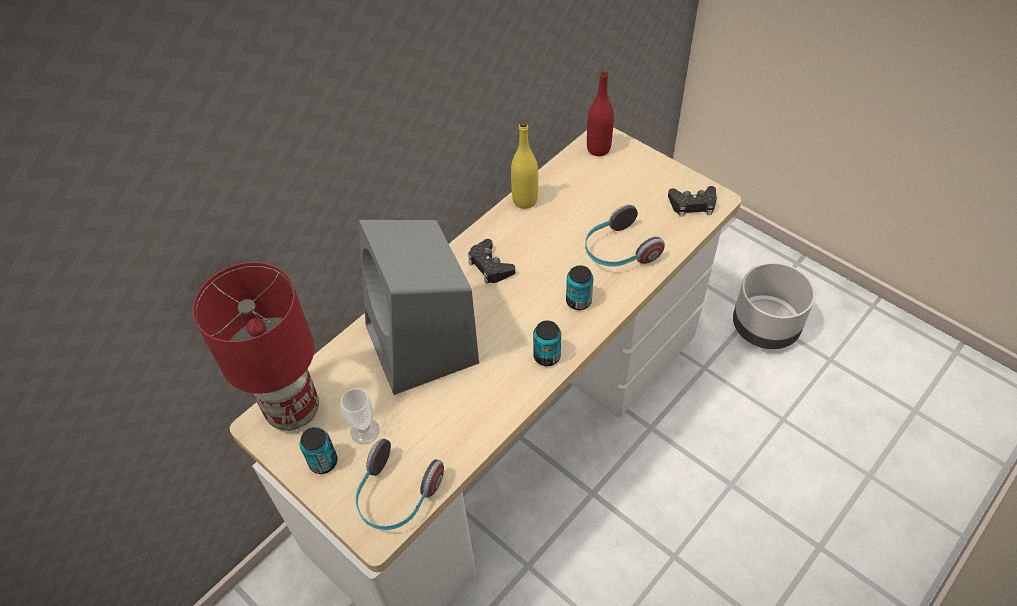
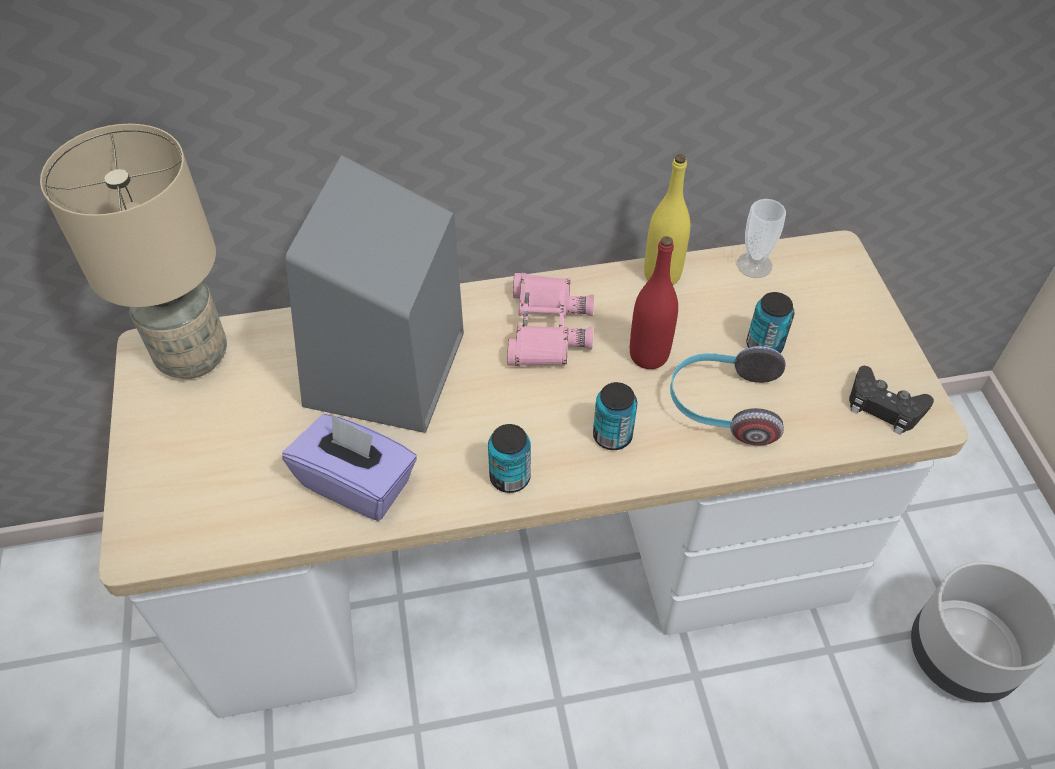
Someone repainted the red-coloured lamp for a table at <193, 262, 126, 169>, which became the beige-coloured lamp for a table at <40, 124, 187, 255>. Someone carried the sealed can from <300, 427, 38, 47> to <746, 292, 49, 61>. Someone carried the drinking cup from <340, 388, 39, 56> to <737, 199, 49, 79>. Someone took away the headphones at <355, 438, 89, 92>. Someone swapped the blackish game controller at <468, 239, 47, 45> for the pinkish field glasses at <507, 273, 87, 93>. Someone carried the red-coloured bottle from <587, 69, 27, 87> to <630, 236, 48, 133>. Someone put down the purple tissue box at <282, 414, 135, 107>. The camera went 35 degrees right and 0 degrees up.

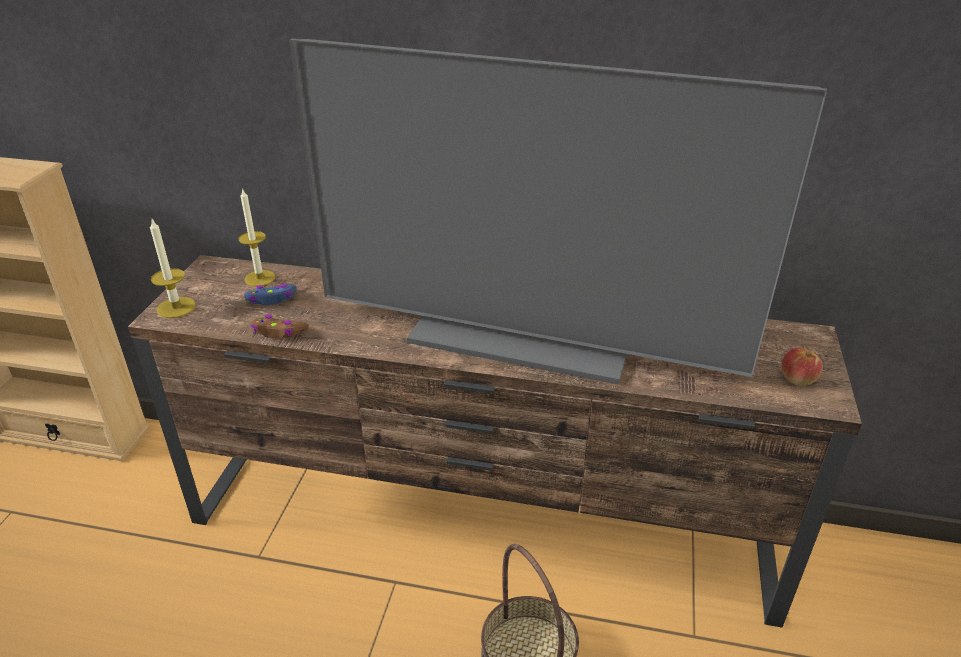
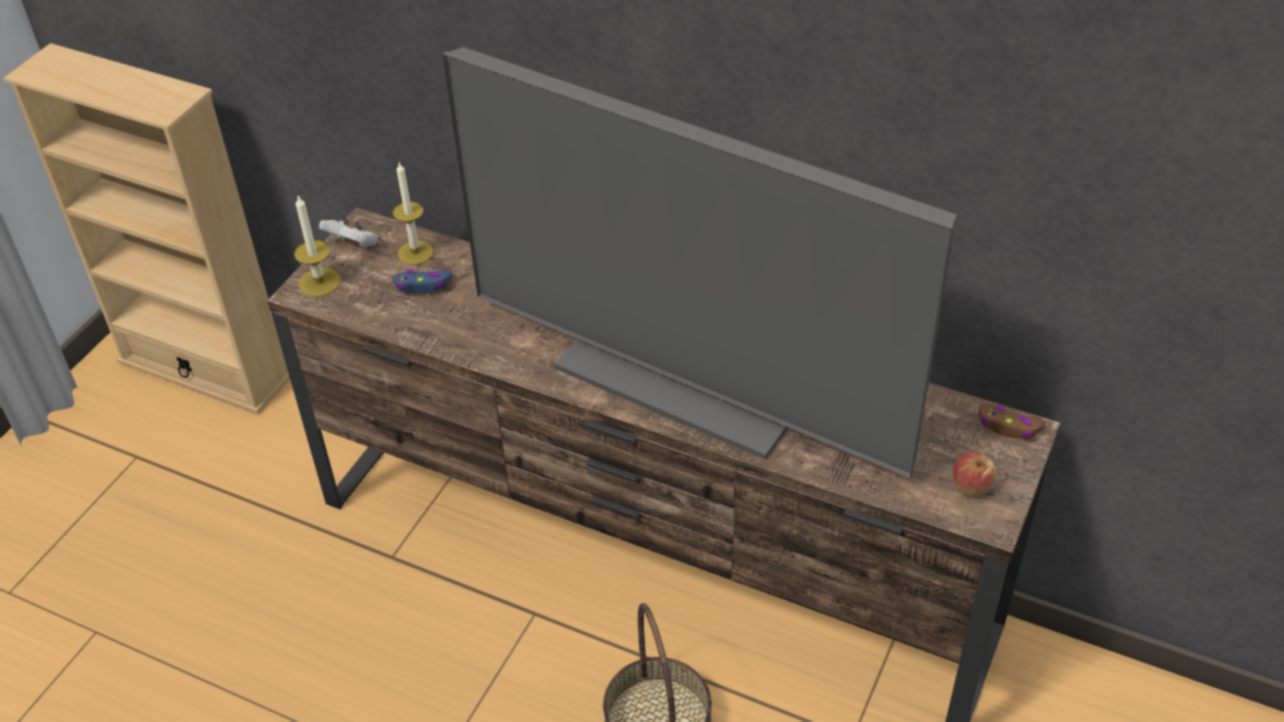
Someone carried the brown-coloured game controller from <251, 315, 58, 24> to <978, 403, 67, 36>. Someone put down the whitish game controller at <319, 218, 59, 31>. The camera went 15 degrees right and 10 degrees up.

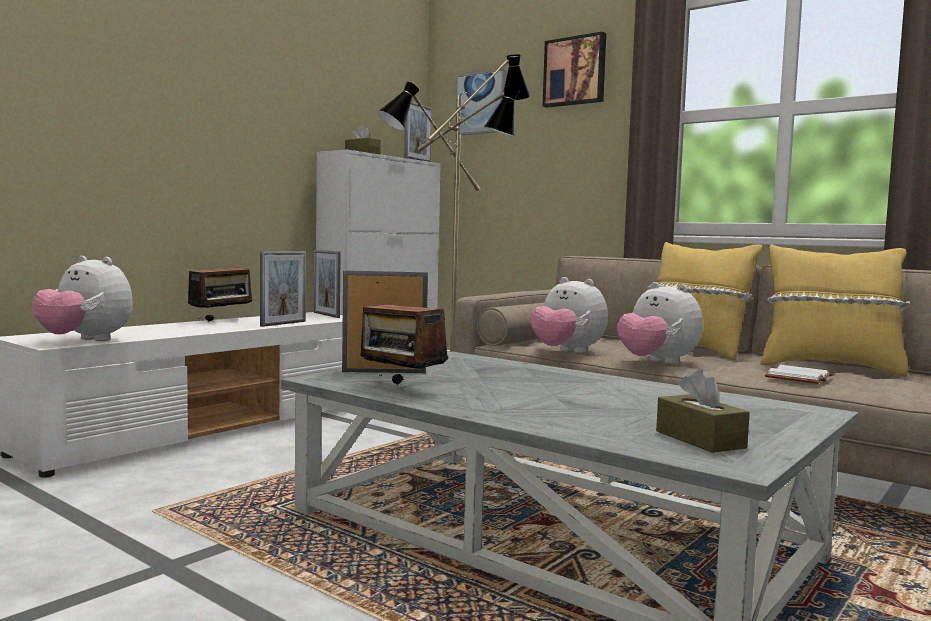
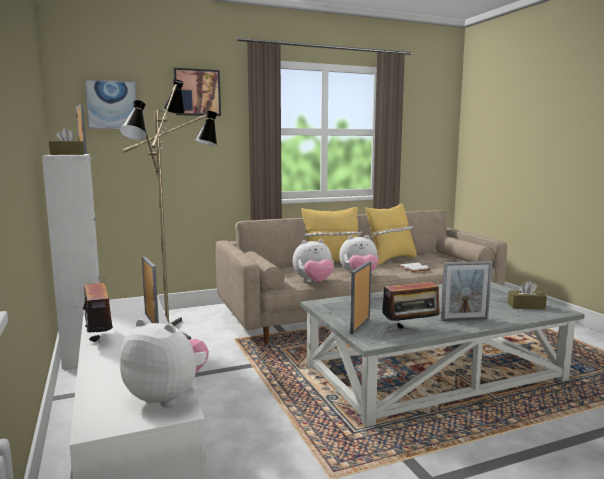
Someone rotated the plush toy at <32, 256, 101, 85> by 120 degrees counterclockwise. Someone carried the picture frame from <314, 250, 27, 68> to <441, 261, 51, 60>. The camera went 60 degrees left and 5 degrees up.

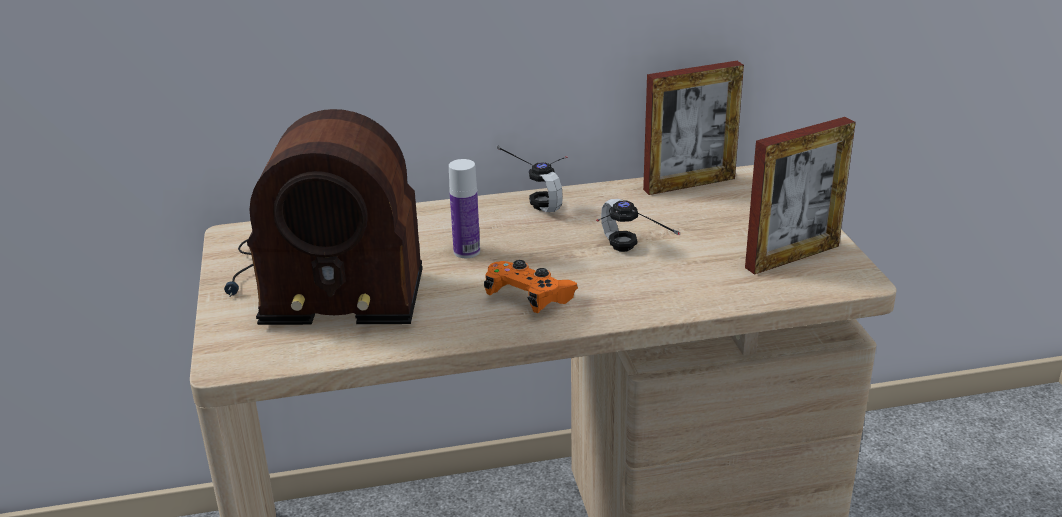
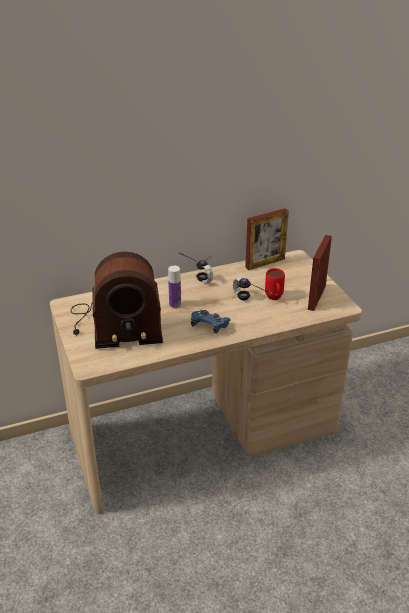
Someone repainted the orange-coloured game controller at <484, 260, 94, 53>, which became the bluish game controller at <191, 310, 40, 24>. Someone rotated the picture frame at <745, 117, 111, 158> by 150 degrees clockwise. Someone put down the red-coloured mug at <265, 268, 20, 32>. The camera went 10 degrees left and 5 degrees up.

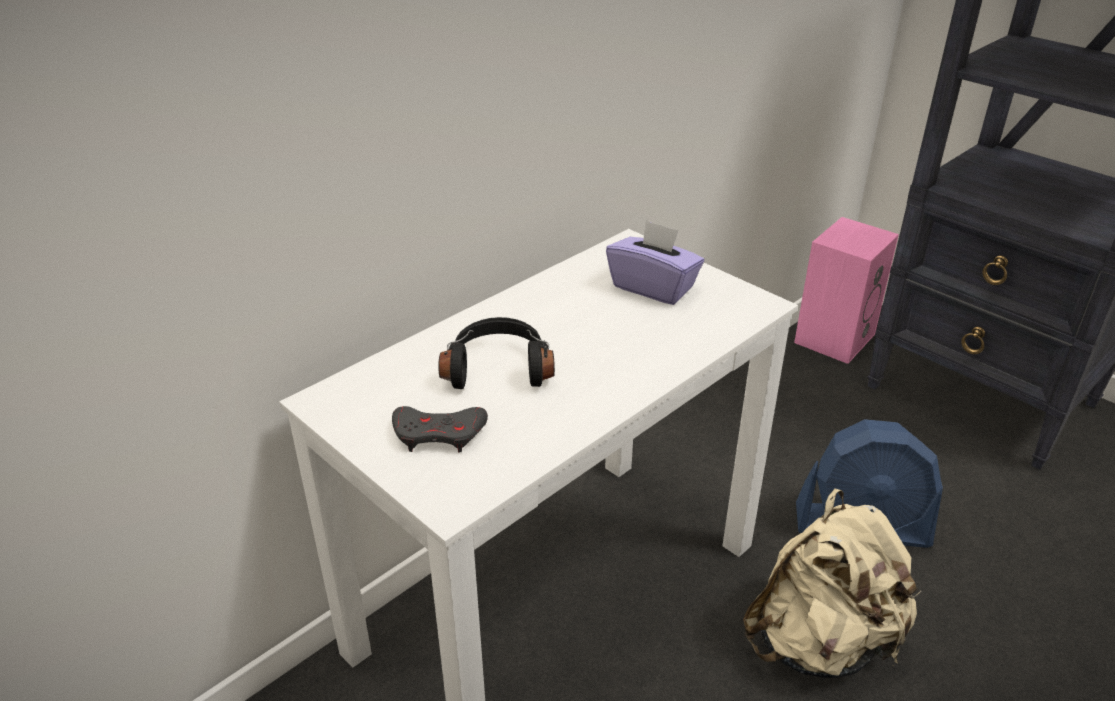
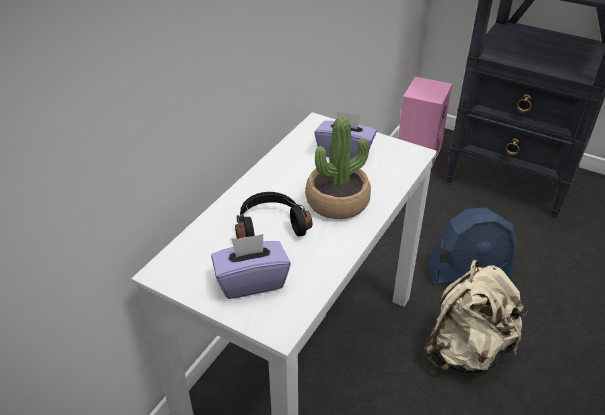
Someone swapped the grey game controller at <392, 406, 96, 47> for the purple tissue box at <211, 234, 80, 65>. Someone put down the houseplant at <305, 116, 66, 103>. The camera went 15 degrees left and 5 degrees up.

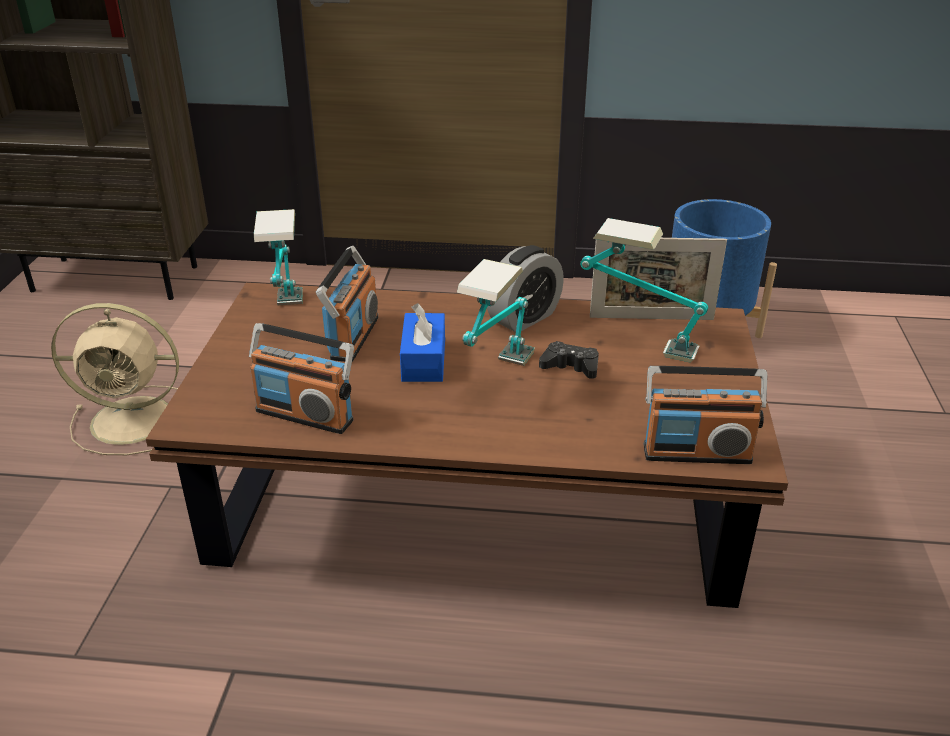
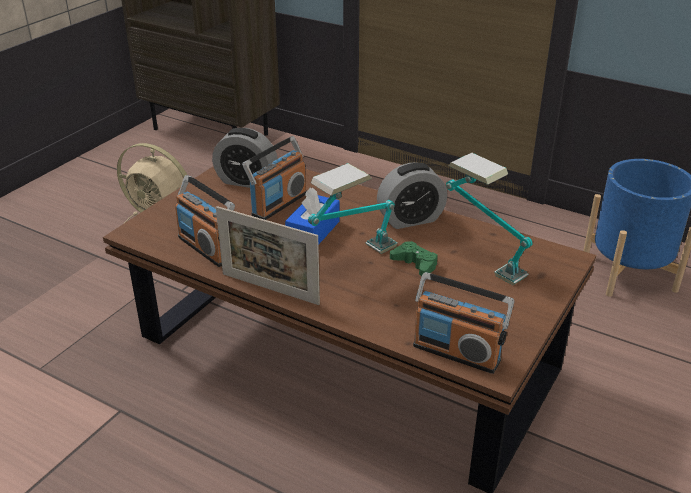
Someone swapped the lamp for a table at <254, 209, 49, 96> for the table clock at <212, 128, 66, 60>. Someone repainted the blackish game controller at <539, 341, 60, 38>, which became the greenish game controller at <390, 241, 48, 35>. Someone carried the picture frame from <590, 238, 137, 82> to <216, 206, 104, 99>. The camera went 25 degrees right and 0 degrees up.

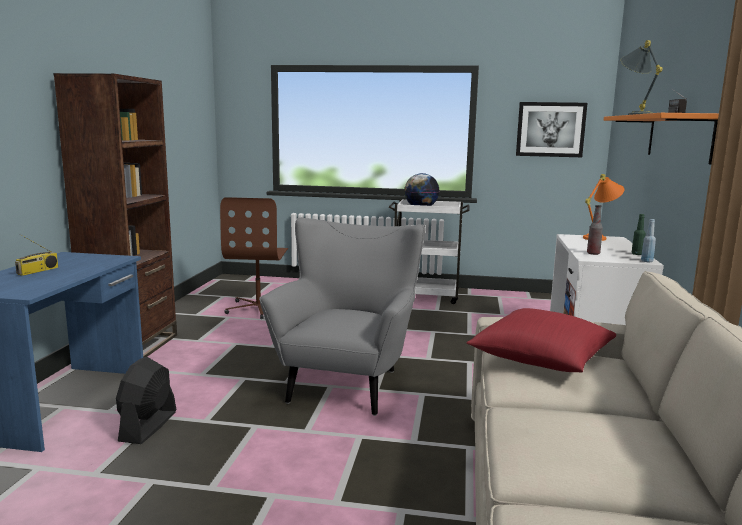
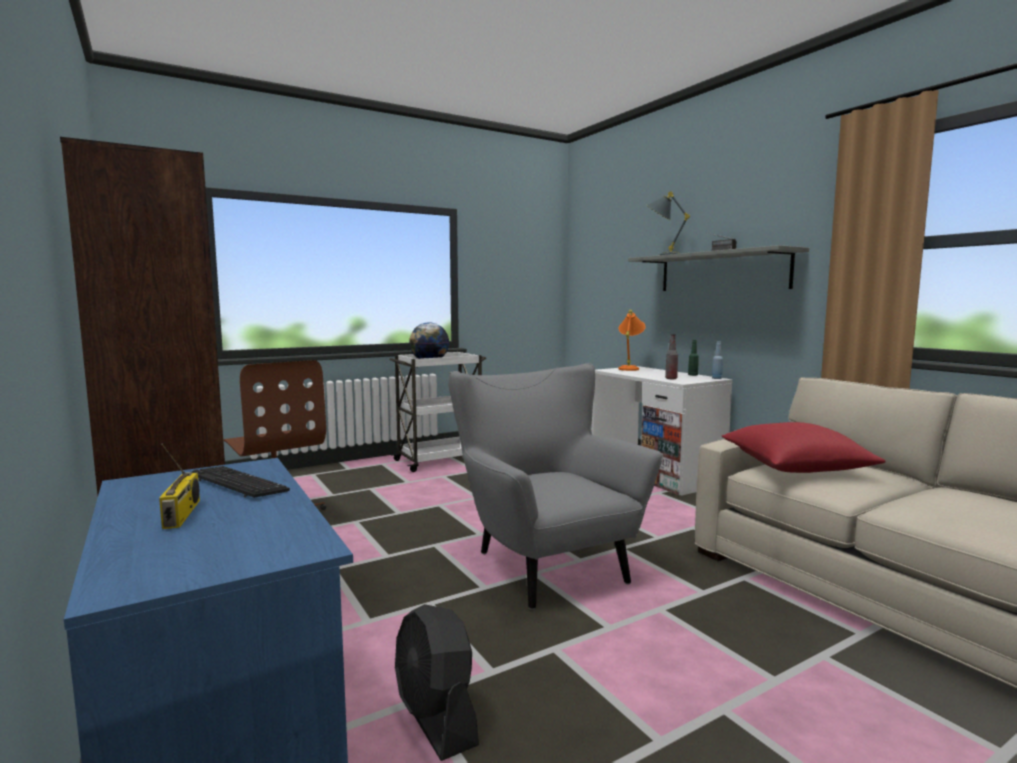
Someone took away the picture at <516, 102, 72, 55>. Someone repainted the orange-coloured wall shelf at <604, 113, 115, 51>, which became the grey wall shelf at <628, 245, 181, 46>. Someone put down the computer keyboard at <192, 466, 98, 32>. The camera went 40 degrees left and 5 degrees down.

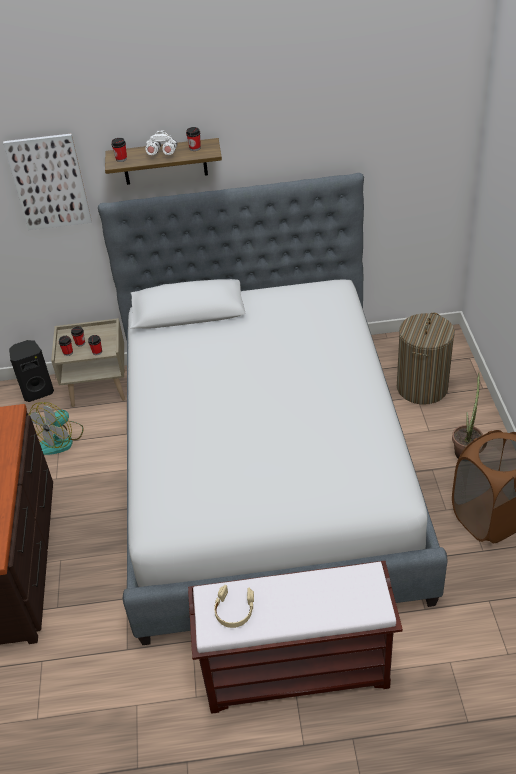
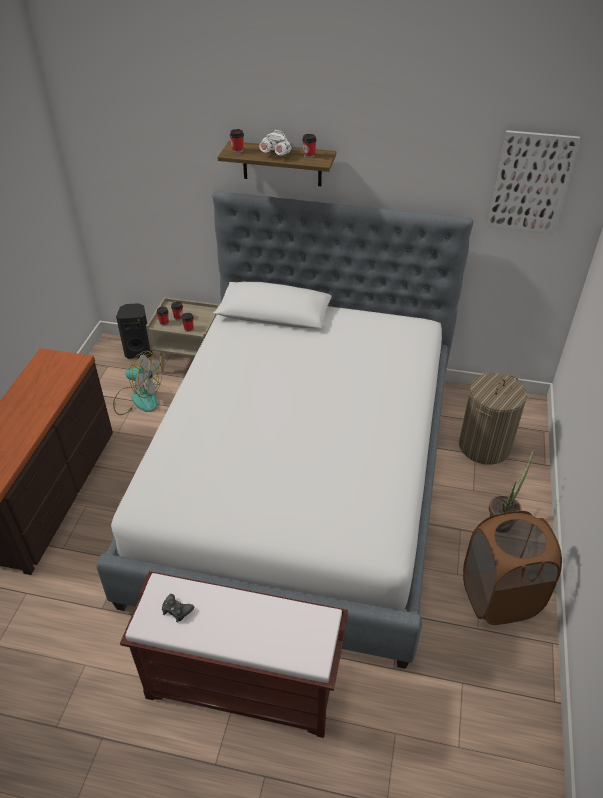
Someone carried the picture from <3, 134, 89, 96> to <487, 130, 93, 104>. Someone rotated the fan at <29, 402, 55, 53> by 120 degrees counterclockwise. Someone swapped the beige-coloured headphones at <214, 585, 40, 43> for the blackish game controller at <162, 594, 32, 29>. The camera went 15 degrees right and 0 degrees up.

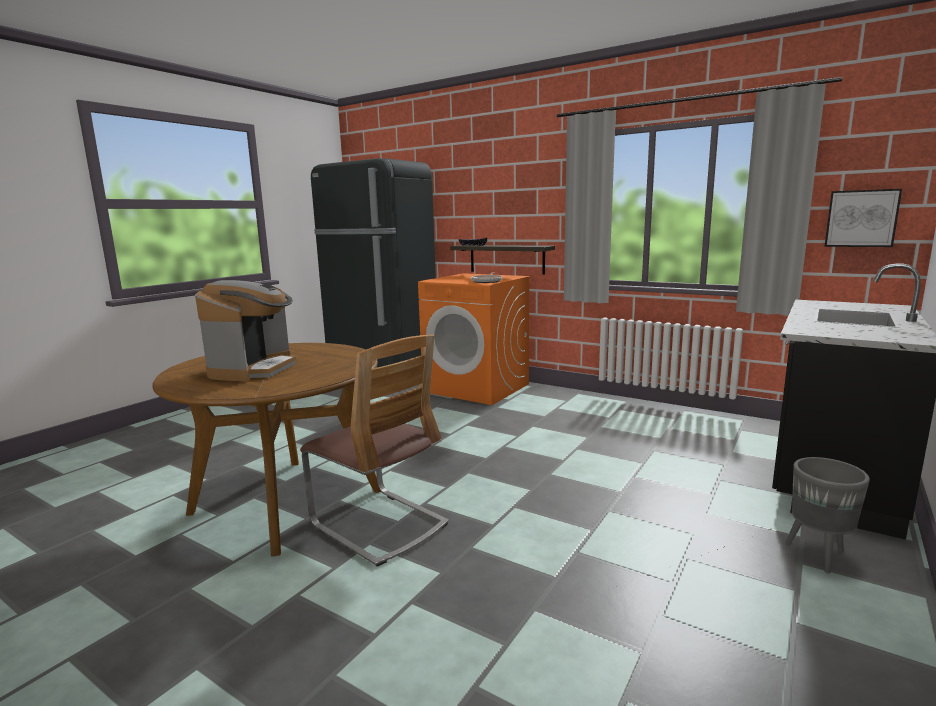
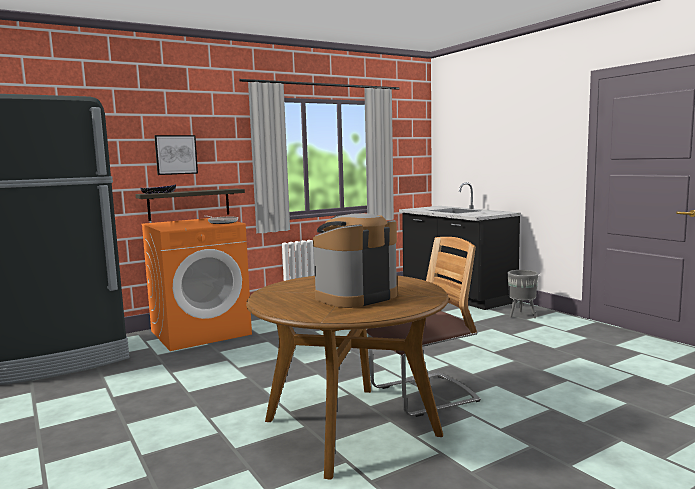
Someone rotated the coffee machine at <195, 280, 101, 101> by 75 degrees counterclockwise. Someone carried the picture from <824, 189, 78, 58> to <154, 135, 44, 40>. The camera went 65 degrees left and 5 degrees down.

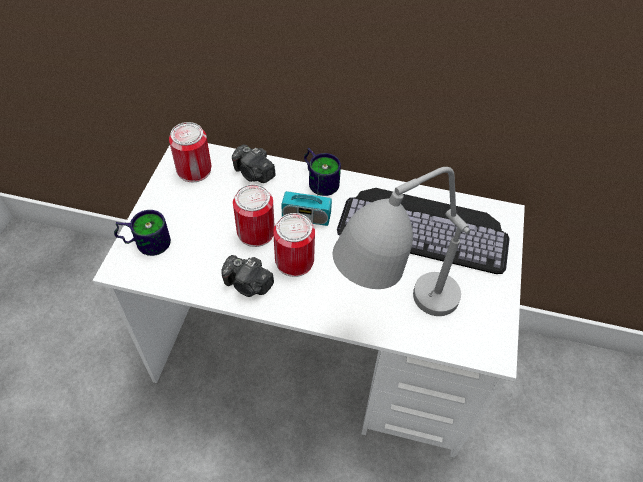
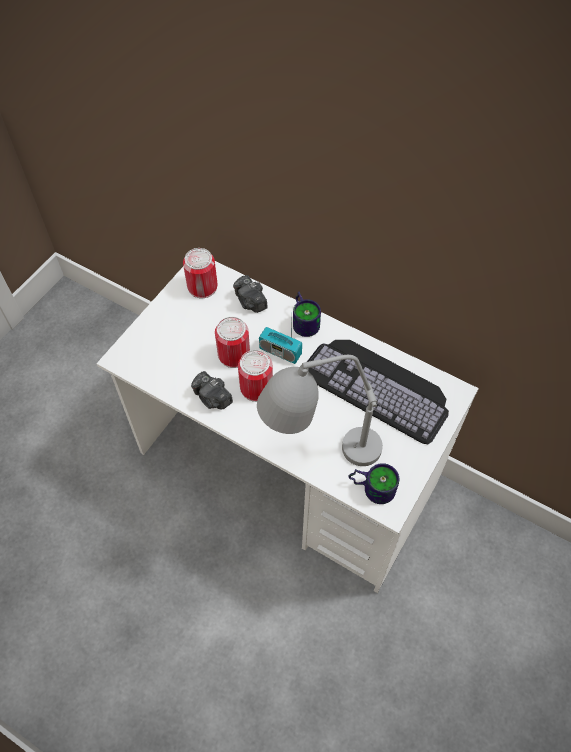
Someone carried the mug from <114, 210, 57, 46> to <348, 463, 51, 41>. The camera went 20 degrees right and 5 degrees up.

